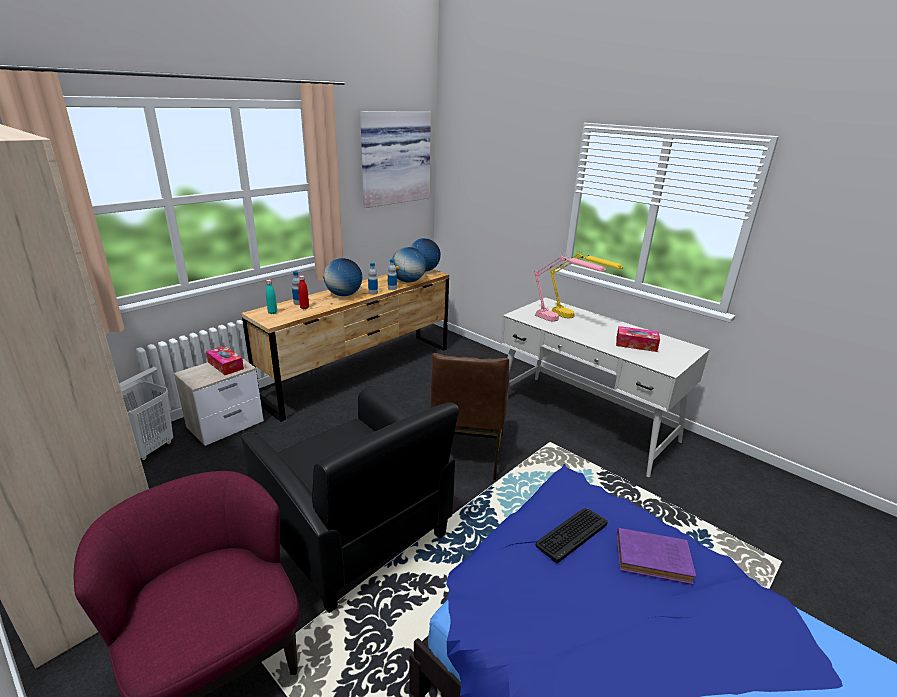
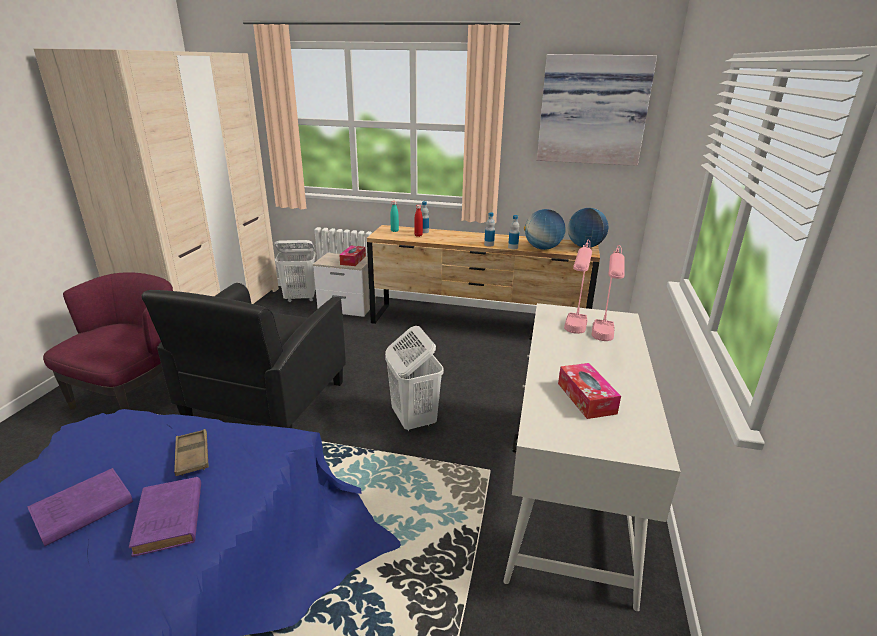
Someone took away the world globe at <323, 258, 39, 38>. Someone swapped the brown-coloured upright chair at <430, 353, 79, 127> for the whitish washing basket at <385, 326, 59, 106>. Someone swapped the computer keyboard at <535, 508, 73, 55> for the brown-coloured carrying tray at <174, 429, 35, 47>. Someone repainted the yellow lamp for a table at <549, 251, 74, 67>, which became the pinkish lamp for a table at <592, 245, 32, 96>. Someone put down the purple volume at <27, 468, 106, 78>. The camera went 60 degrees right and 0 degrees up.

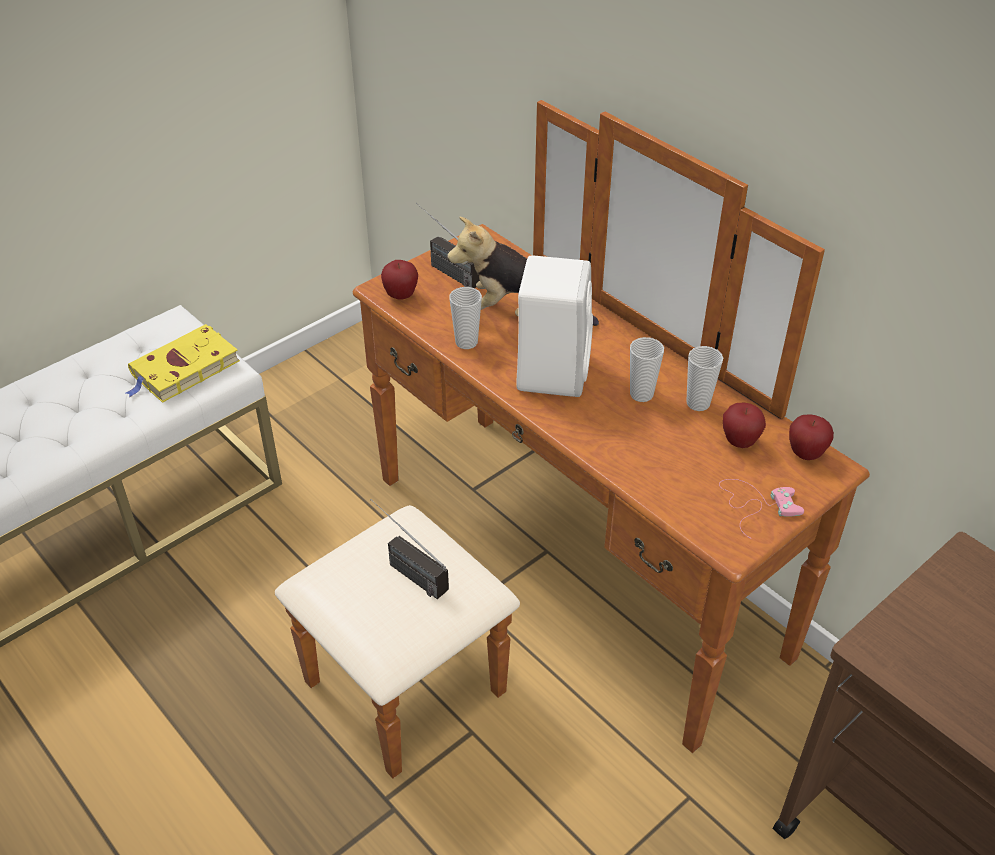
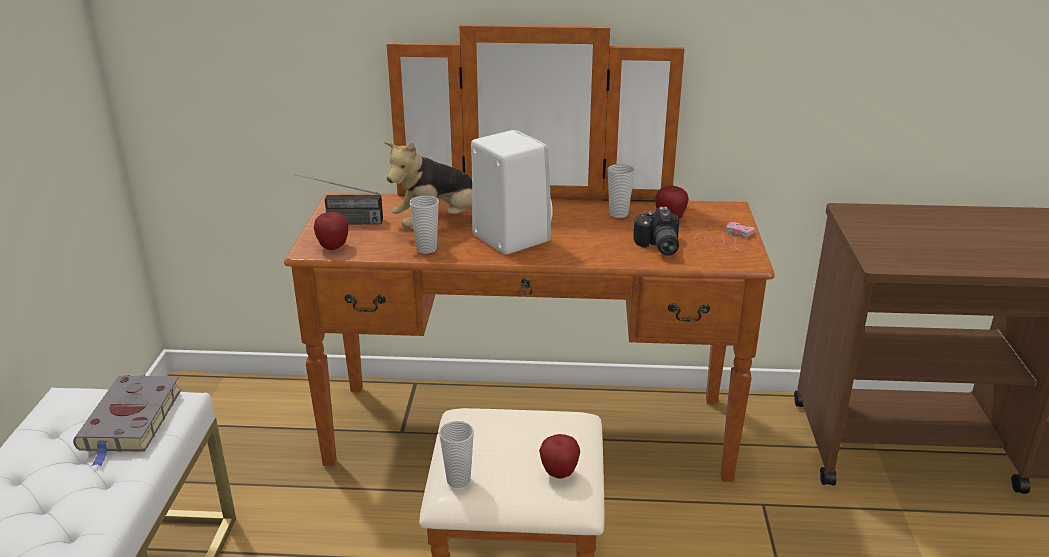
Someone repainted the yellow volume at <126, 324, 114, 79>, which became the grey volume at <73, 375, 109, 91>. Someone took away the radio set at <370, 499, 79, 100>. Someone carried the drinking cup from <630, 337, 34, 65> to <439, 421, 35, 67>. Someone carried the whole apple from <789, 414, 45, 46> to <539, 434, 41, 45>. Someone put down the photo camera at <633, 207, 46, 49>. The camera went 45 degrees left and 15 degrees down.

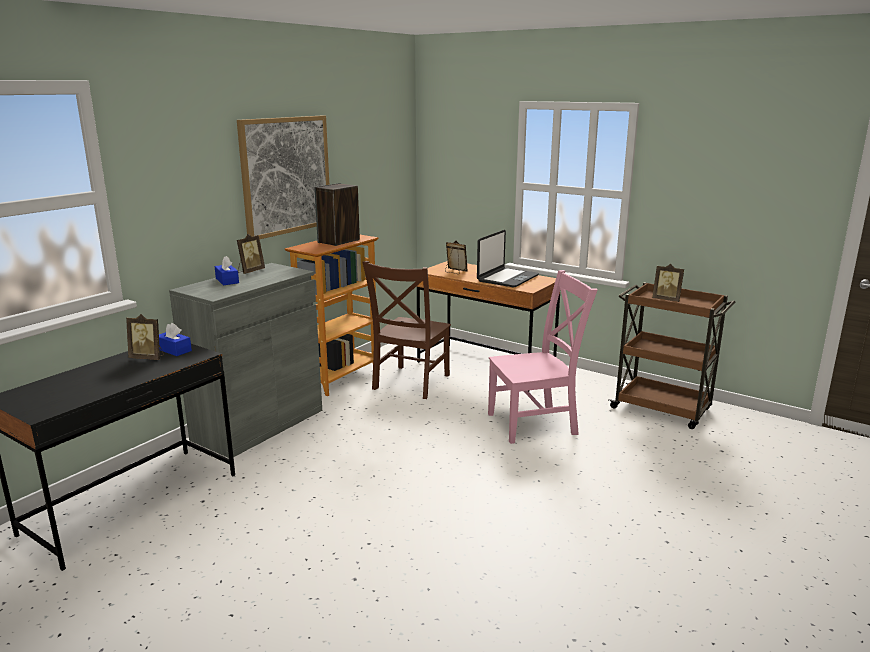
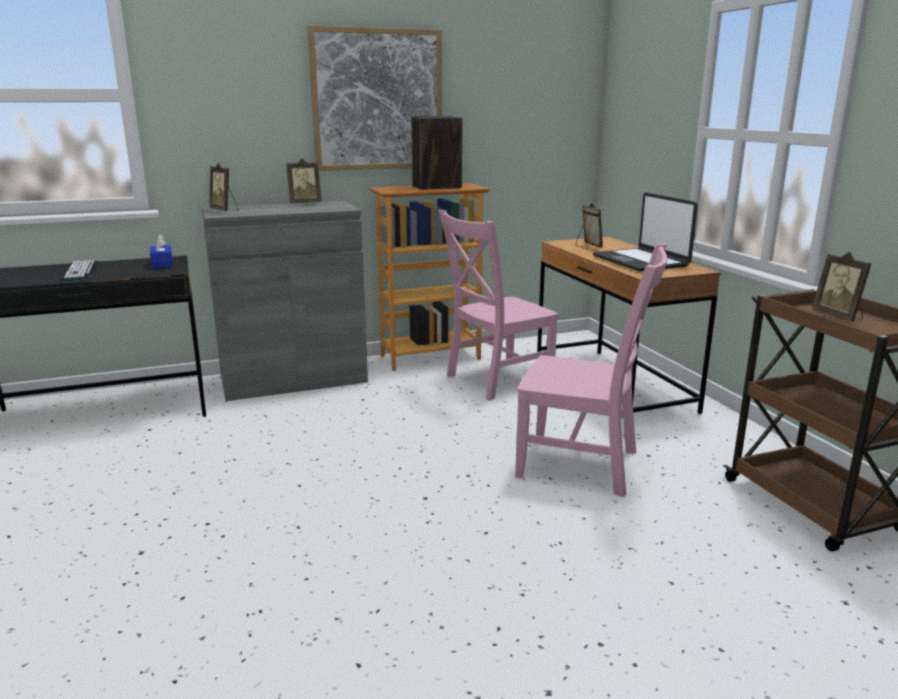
Someone carried the picture frame from <126, 314, 38, 46> to <209, 162, 29, 49>. Someone took away the bluish tissue box at <214, 256, 25, 29>. Someone repainted the brown-coloured upright chair at <363, 261, 88, 138>, which became the pinkish upright chair at <438, 210, 121, 190>. Someone rotated the laptop at <477, 230, 62, 58> by 90 degrees clockwise. Someone put down the computer keyboard at <61, 260, 38, 22>. The camera went 35 degrees right and 0 degrees up.

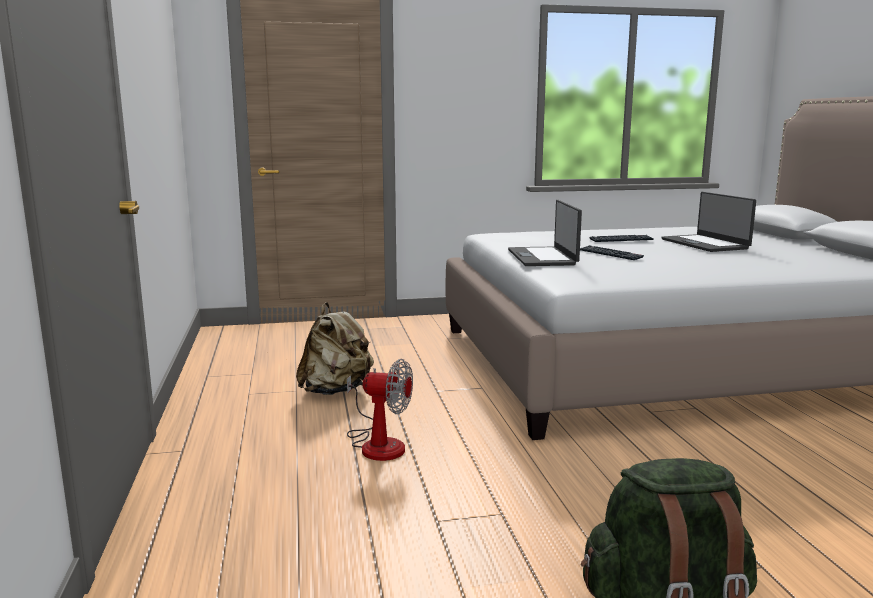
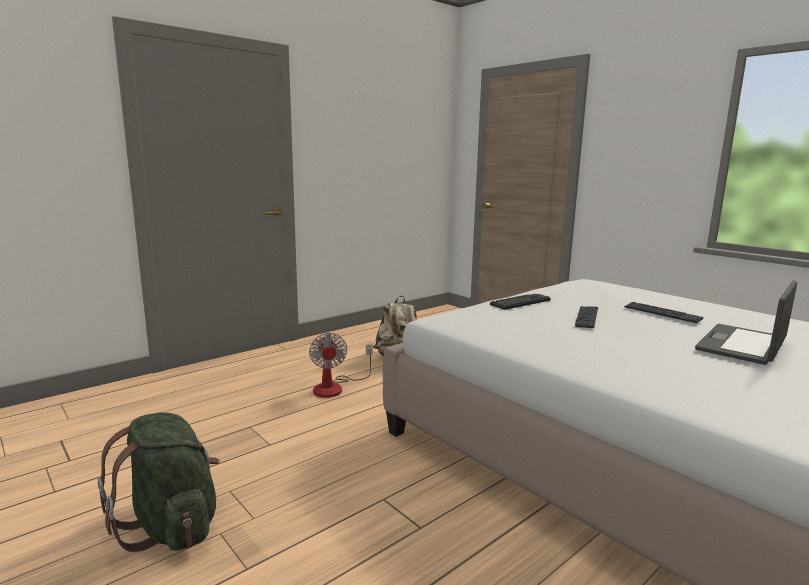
Someone swapped the laptop at <508, 200, 74, 66> for the computer keyboard at <490, 294, 61, 16>. The camera went 60 degrees right and 0 degrees up.

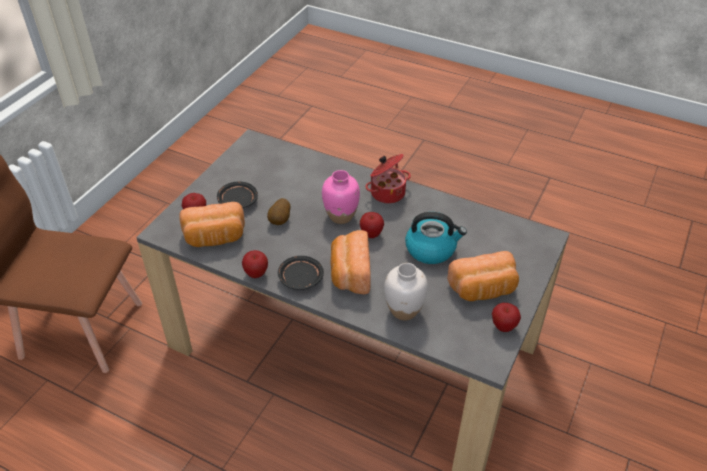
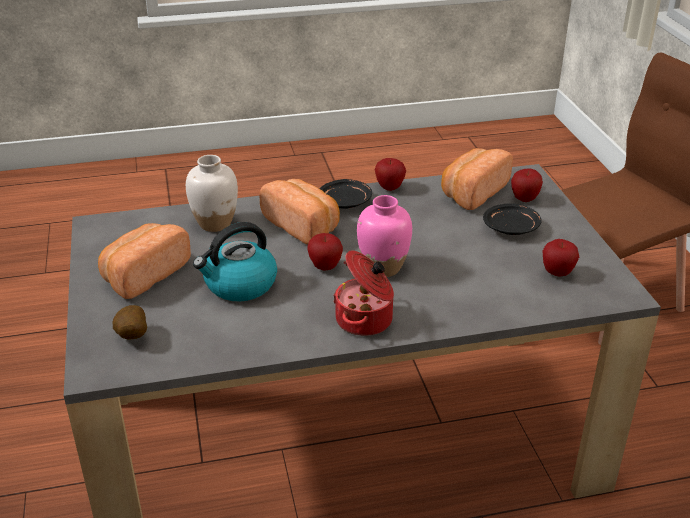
Someone carried the spud from <267, 198, 24, 27> to <113, 305, 34, 34>. Someone carried the whole apple from <492, 303, 29, 29> to <542, 239, 37, 37>. The camera went 140 degrees right and 10 degrees down.

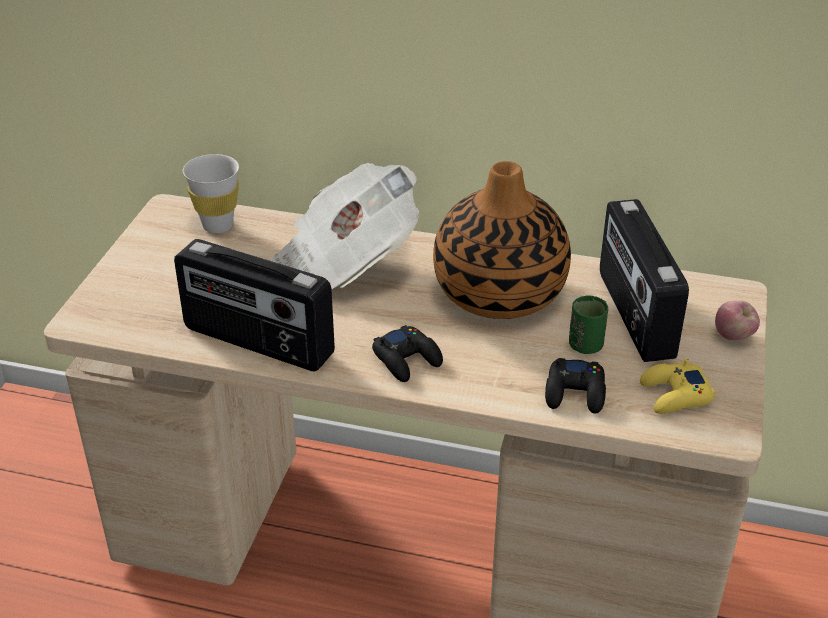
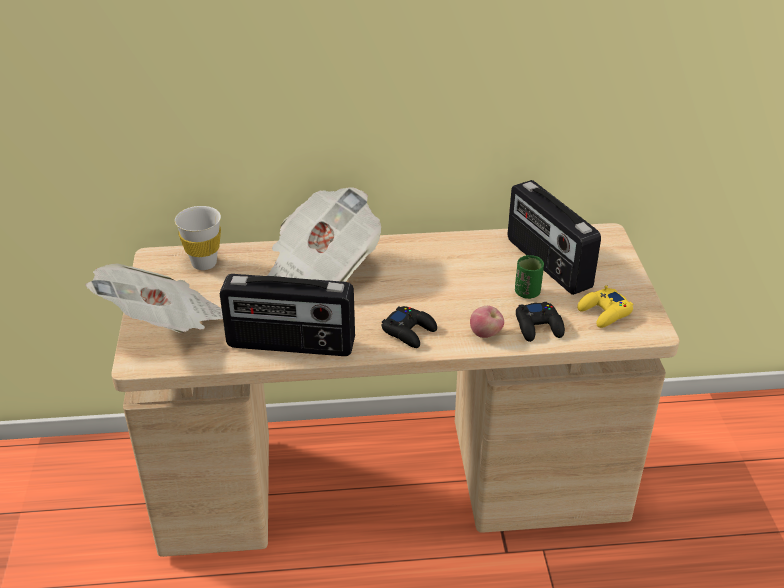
Someone took away the flower vase at <433, 161, 138, 158>. Someone carried the whole apple from <715, 300, 45, 40> to <470, 306, 34, 32>. Someone put down the daily paper at <85, 263, 138, 70>. The camera went 20 degrees left and 0 degrees up.

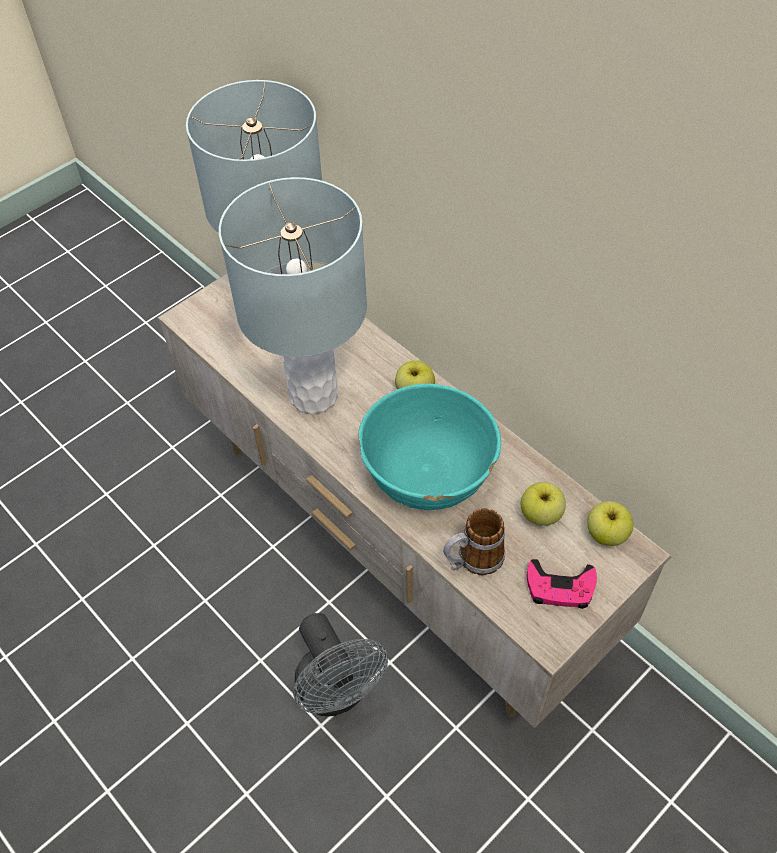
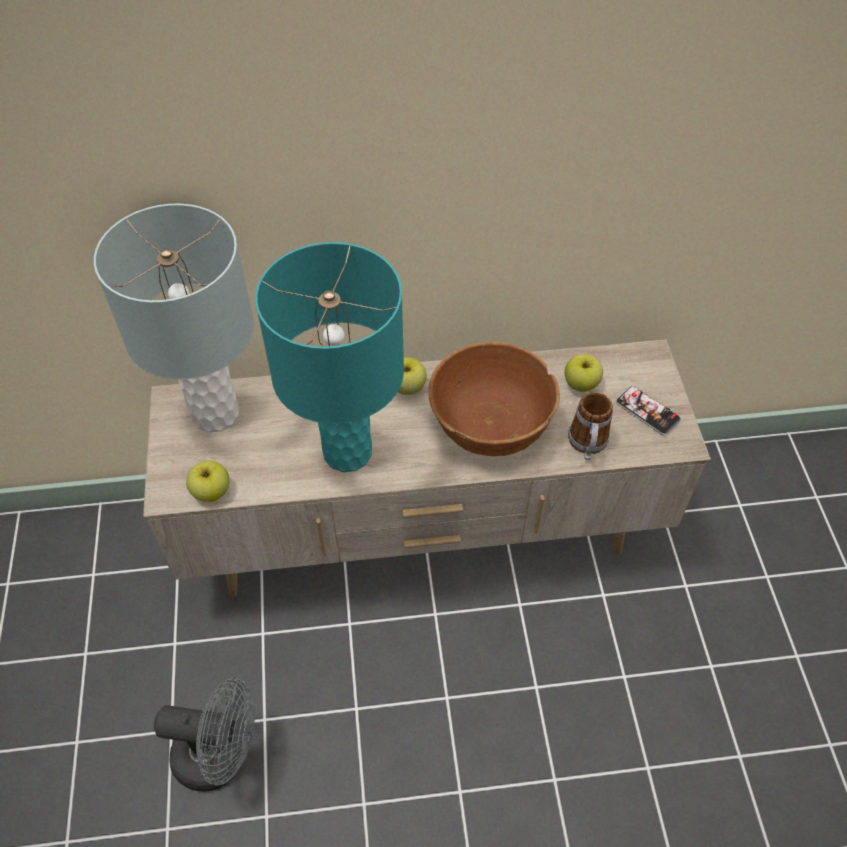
Someone repainted the grey lamp for a table at <219, 177, 148, 237>, which became the turquoise lamp for a table at <255, 242, 149, 230>. Someone carried the grey fan from <293, 613, 95, 103> to <154, 678, 101, 114>. Someone repainted the turquoise bowl at <358, 384, 143, 126>, which became the brown-coloured bowl at <428, 342, 132, 114>. Someone swapped the pinkish game controller at <527, 559, 70, 50> for the handset at <616, 386, 65, 50>. Someone carried the whole apple from <587, 501, 47, 45> to <186, 460, 44, 42>. The camera went 55 degrees left and 0 degrees up.

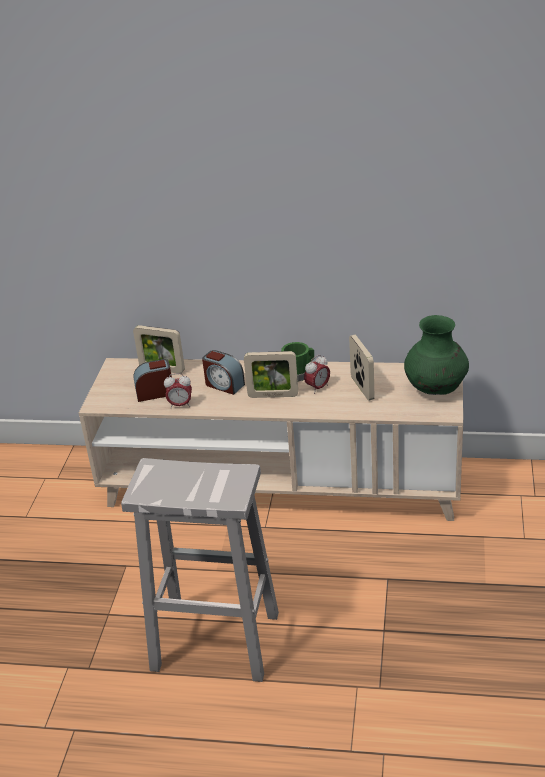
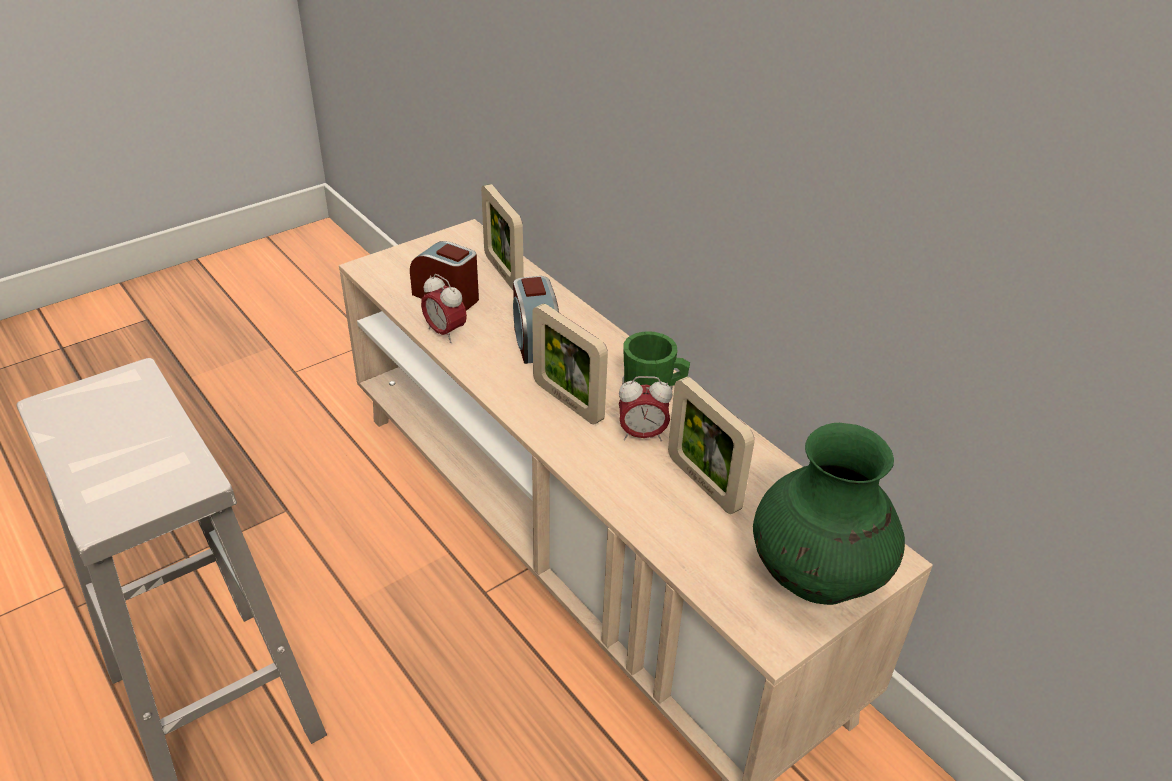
Someone rotated the picture frame at <349, 335, 26, 66> by 120 degrees clockwise. The camera went 40 degrees right and 5 degrees up.

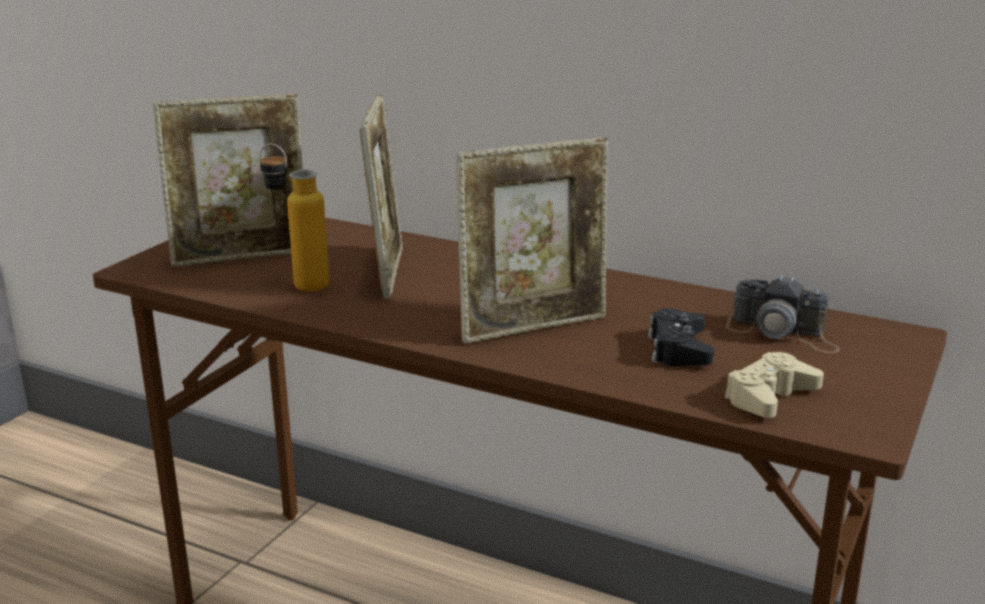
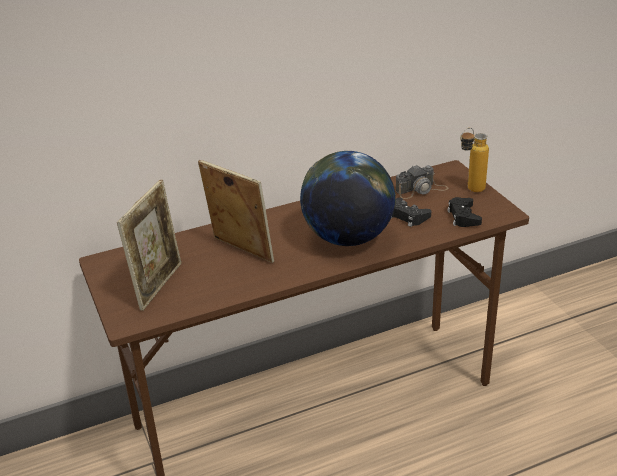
Someone carried the bottle from <260, 144, 70, 148> to <461, 128, 28, 64>. Someone swapped the picture frame at <456, 138, 152, 206> for the world globe at <300, 151, 96, 95>. Someone repainted the beige-coloured game controller at <725, 352, 99, 66>, which became the blackish game controller at <447, 197, 35, 30>. The camera went 50 degrees left and 10 degrees up.

